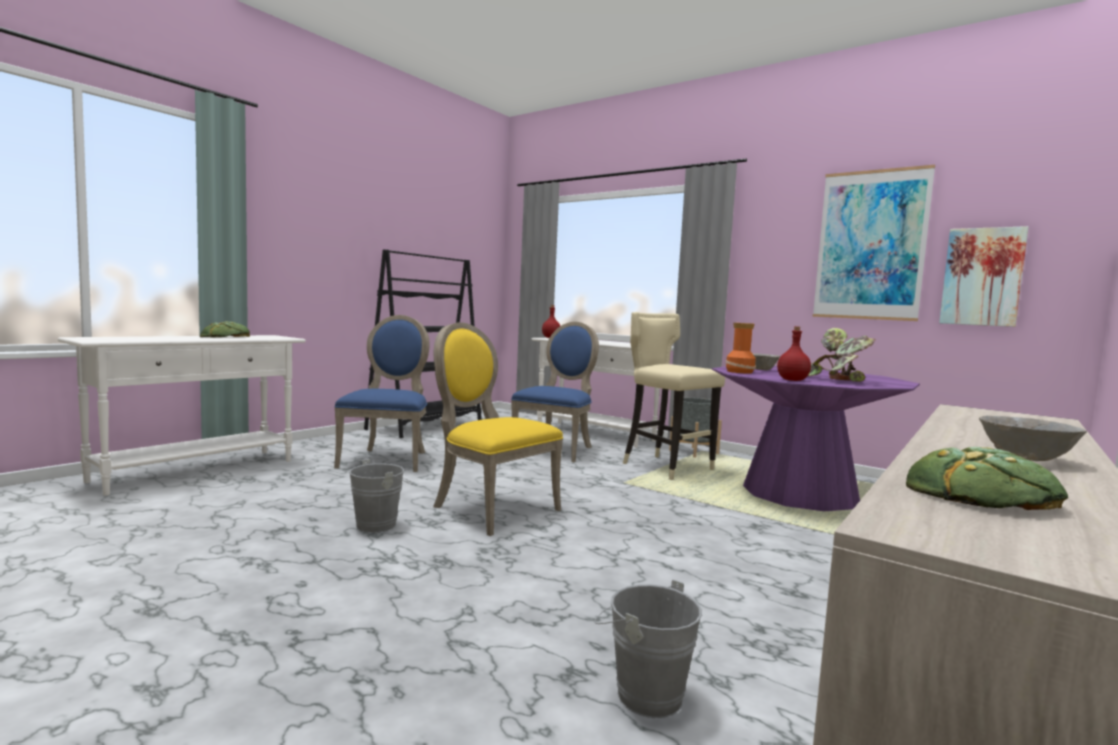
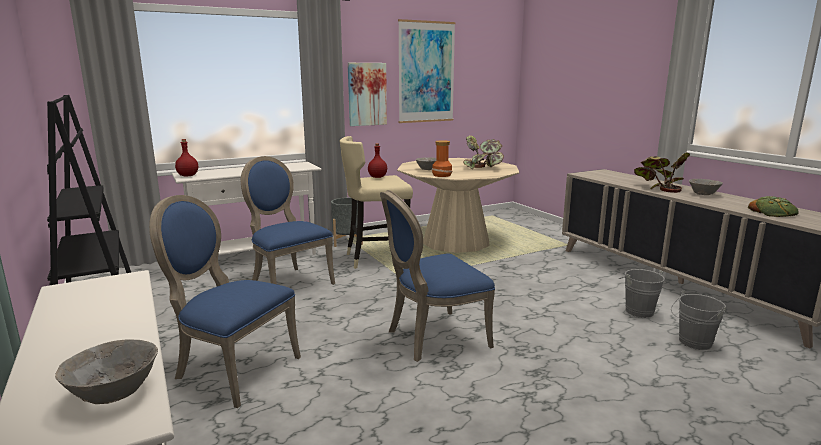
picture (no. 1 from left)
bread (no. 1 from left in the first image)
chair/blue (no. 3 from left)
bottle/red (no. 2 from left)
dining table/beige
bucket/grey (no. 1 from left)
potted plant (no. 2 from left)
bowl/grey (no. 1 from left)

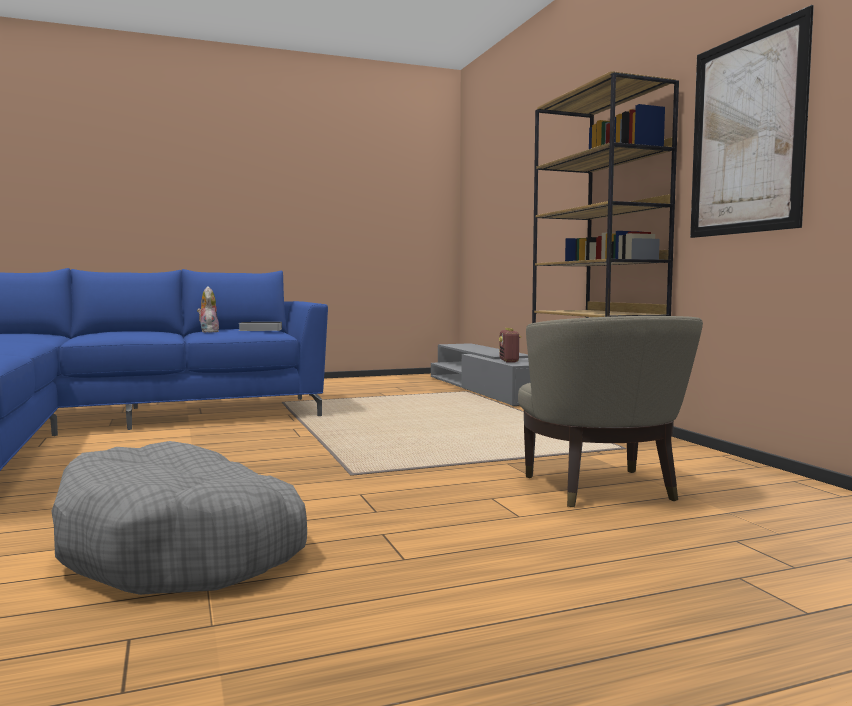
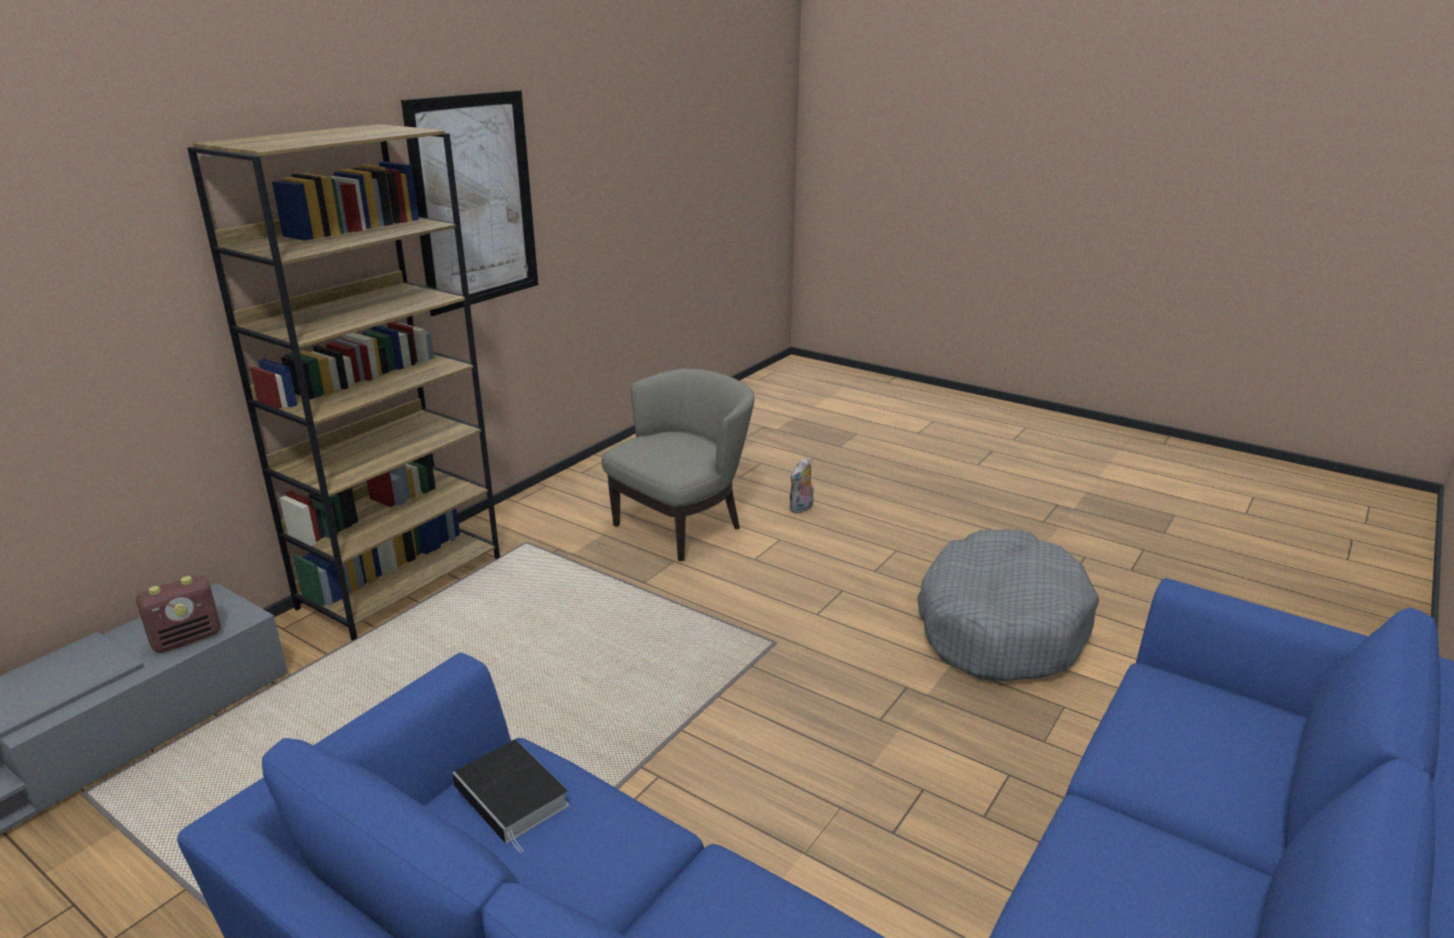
plush toy

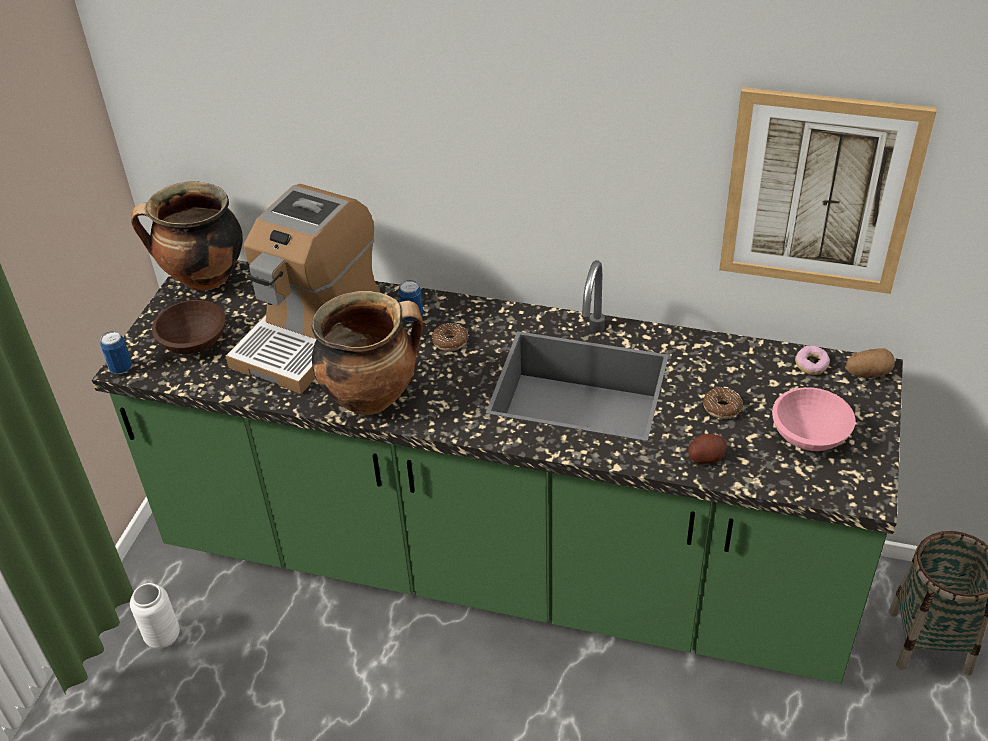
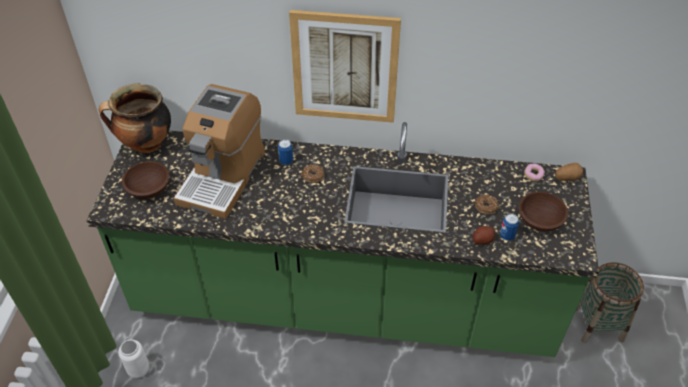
picture
cooking pot (no. 2 from left in the first image)
can (no. 2 from left)
bowl/brown (no. 2 from left)

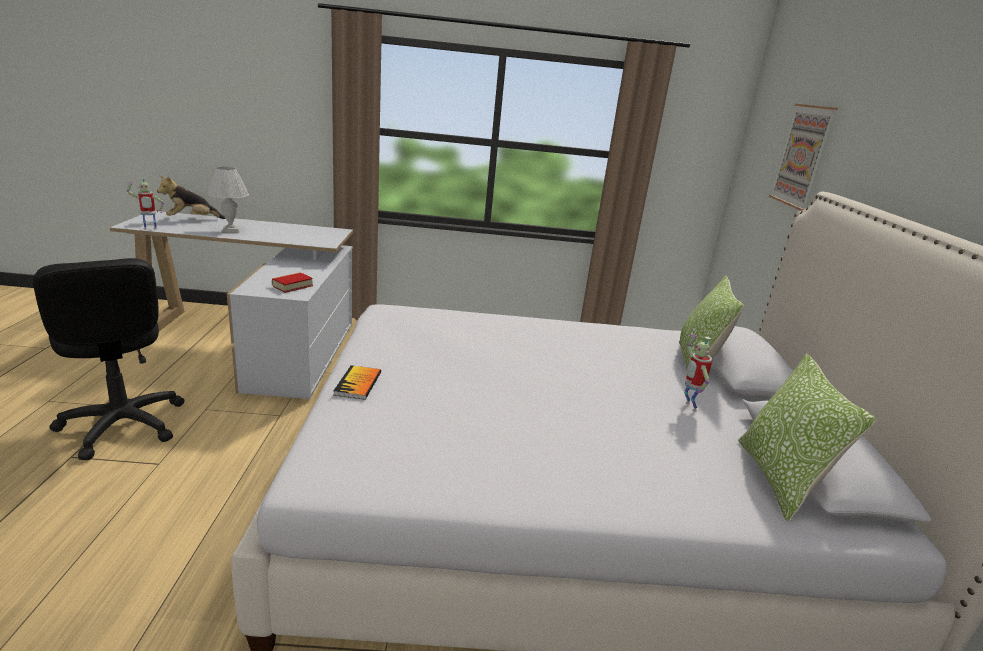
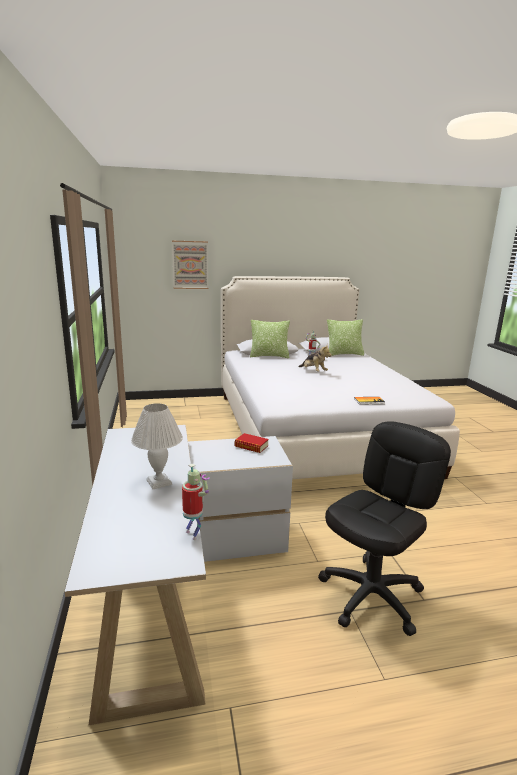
plush toy

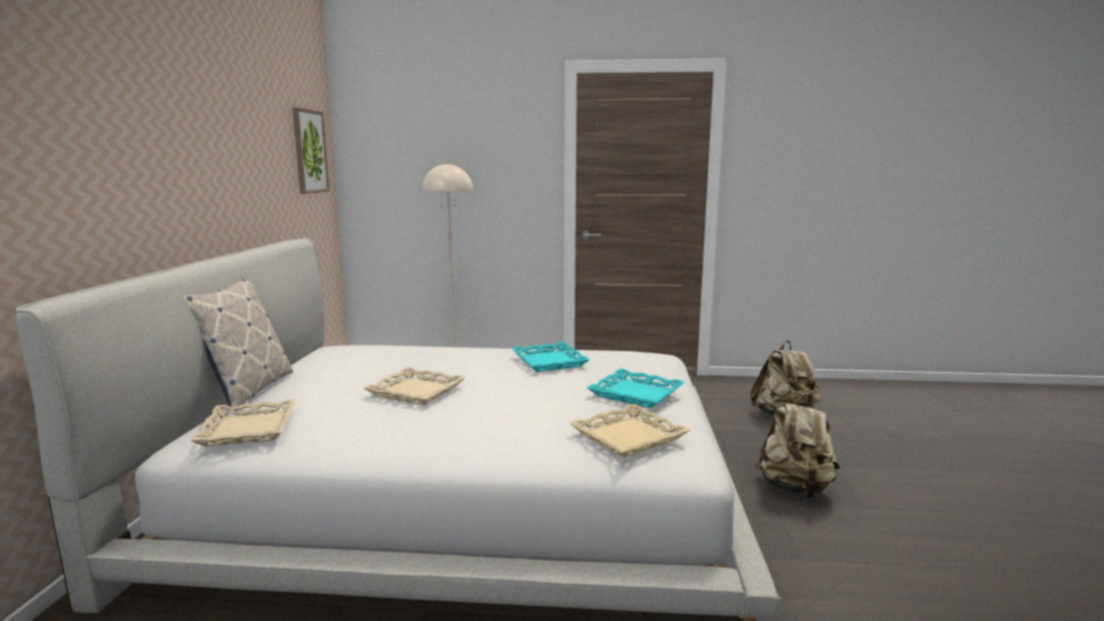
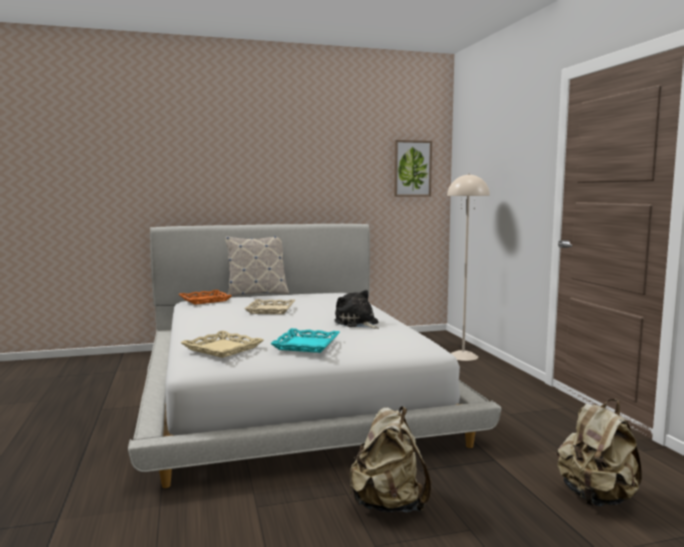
plush toy
tray/orange

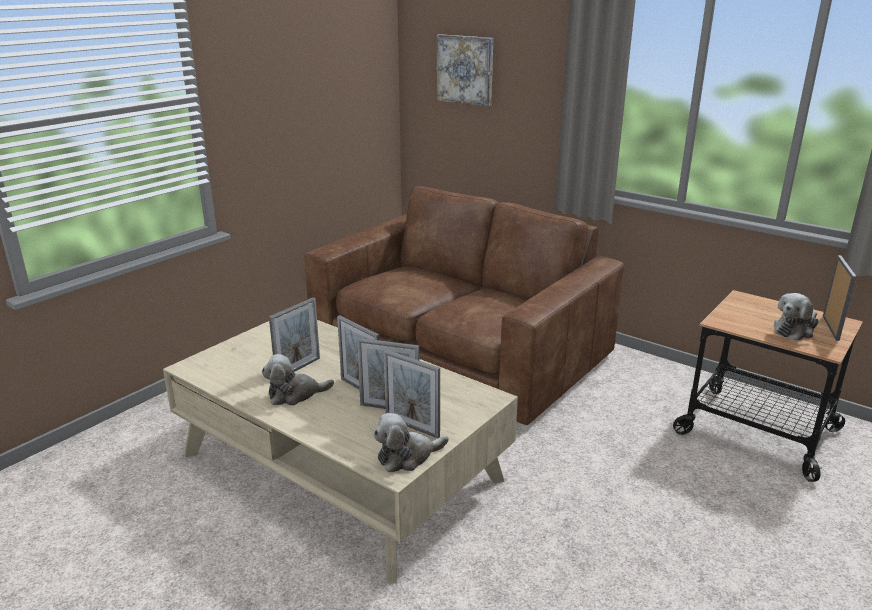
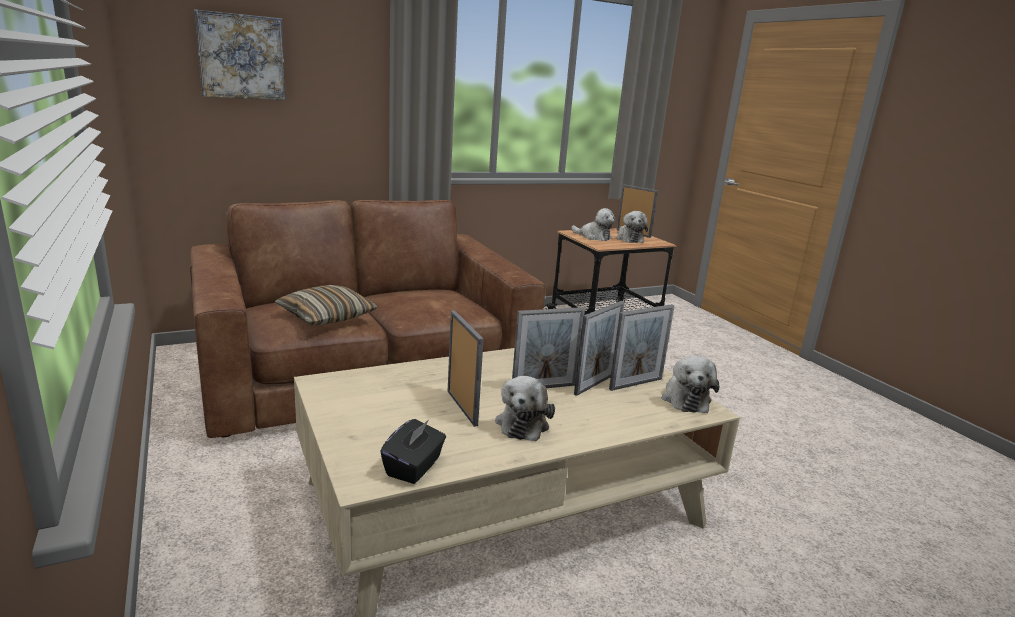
plush toy (no. 2 from left)
pillow
tissue box/black

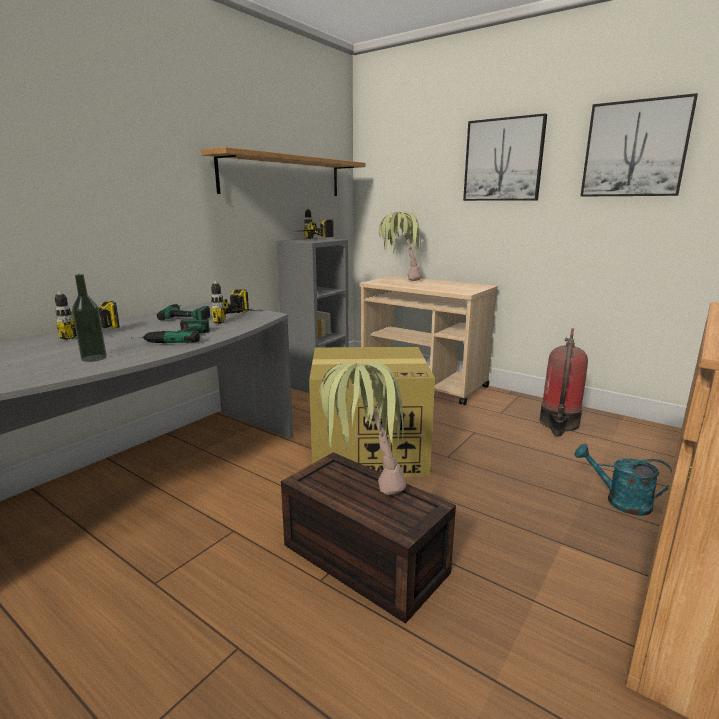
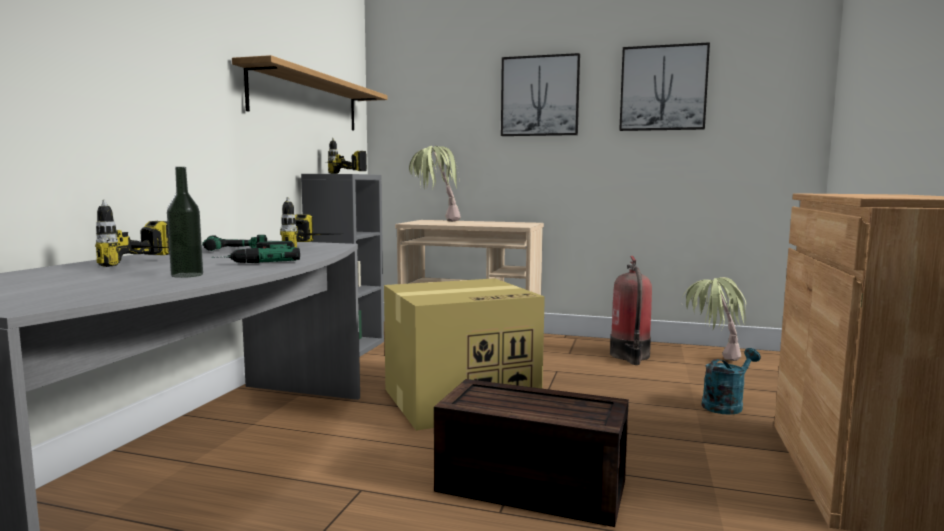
potted plant (no. 2 from left)
watering can/turquoise

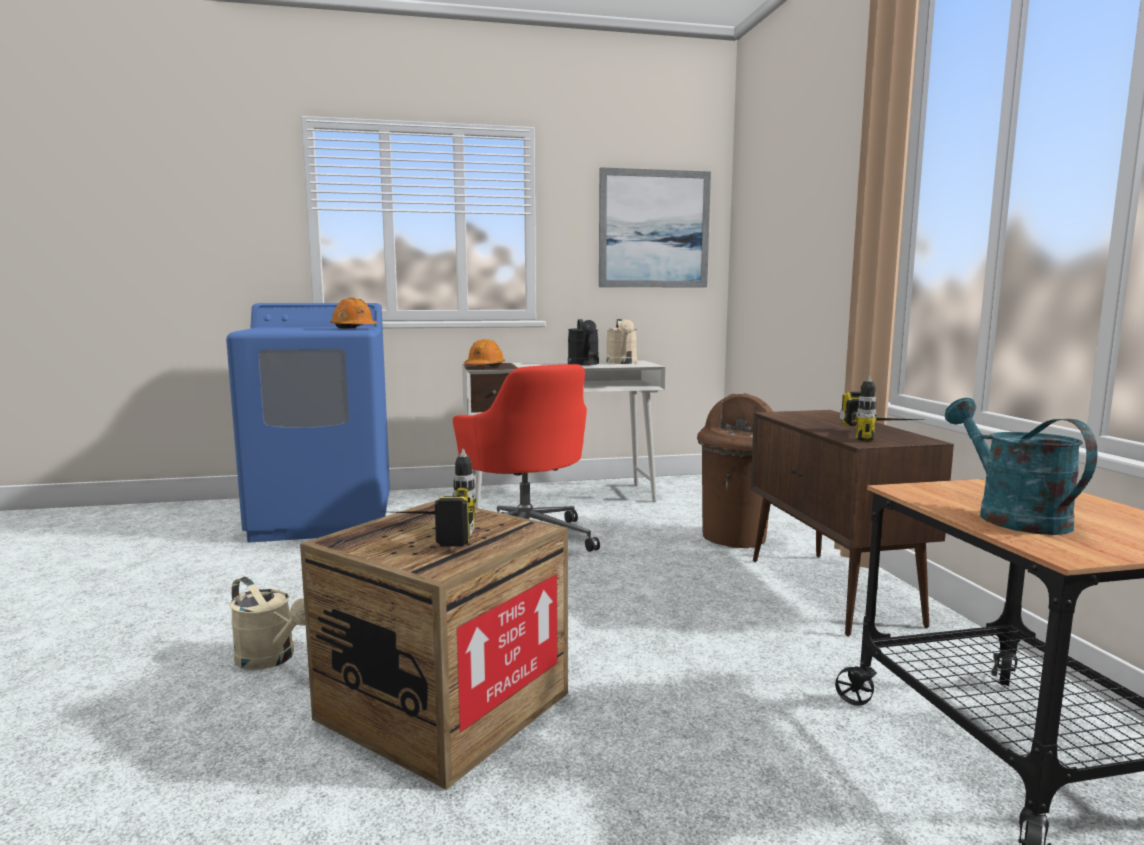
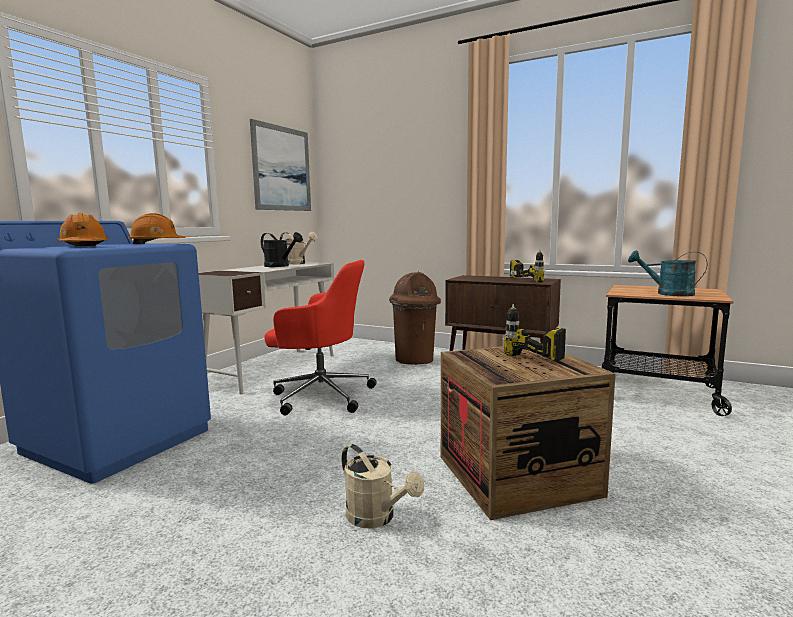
hard hat/orange (no. 1 from left)
watering can/beige (no. 2 from left)

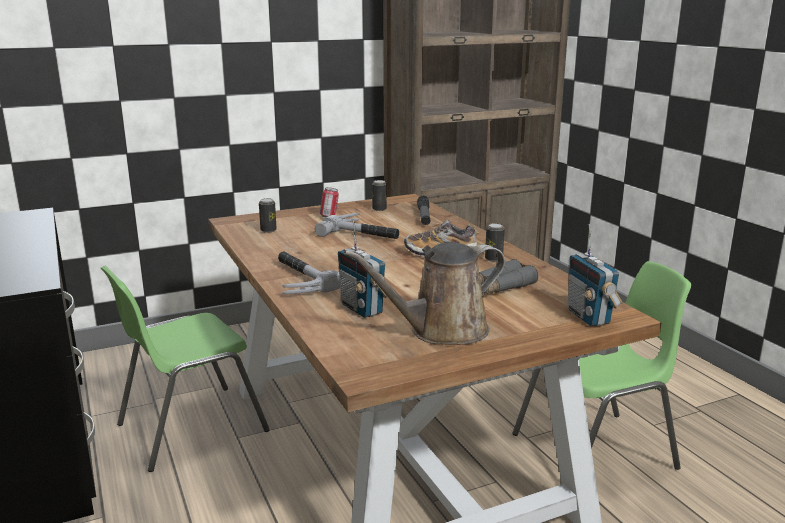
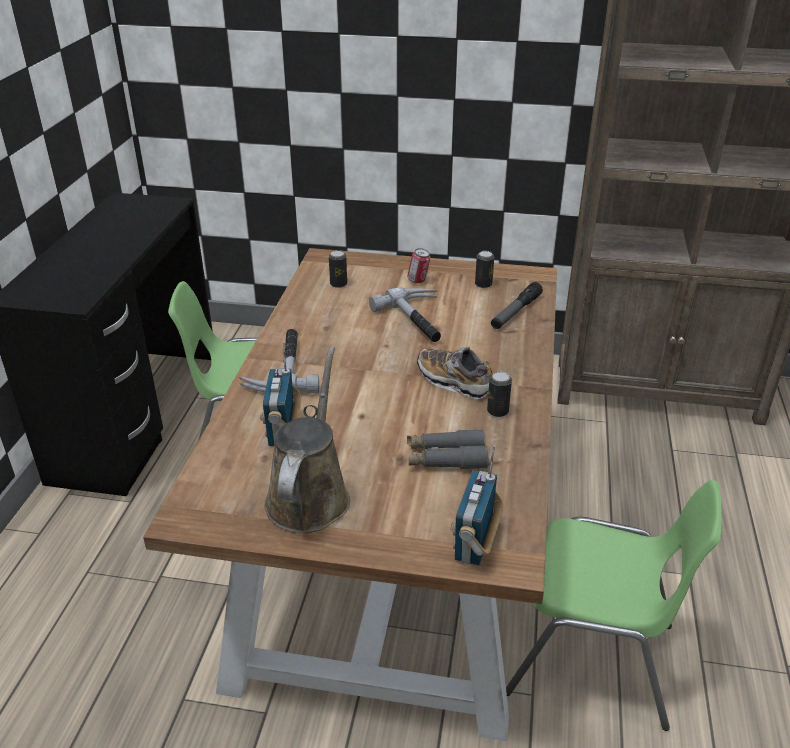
watering can/brown

